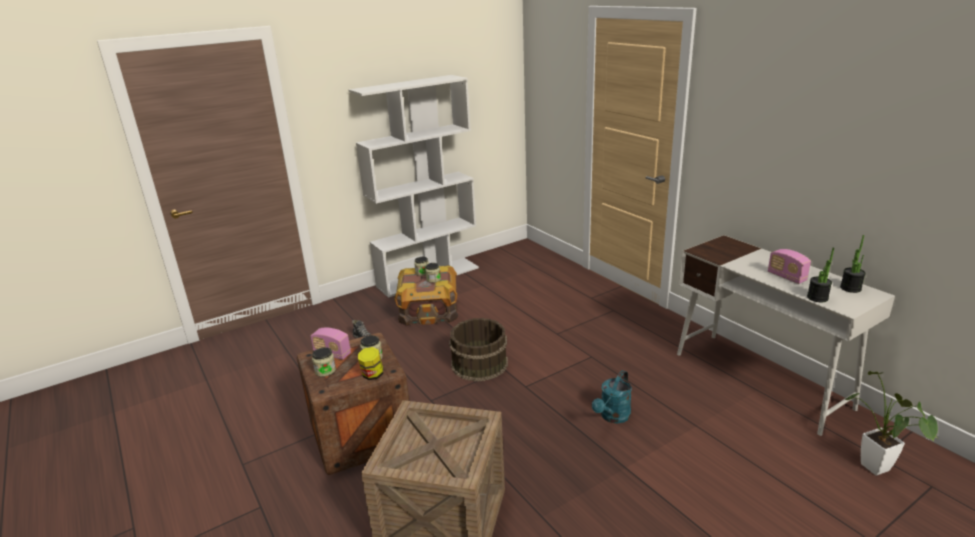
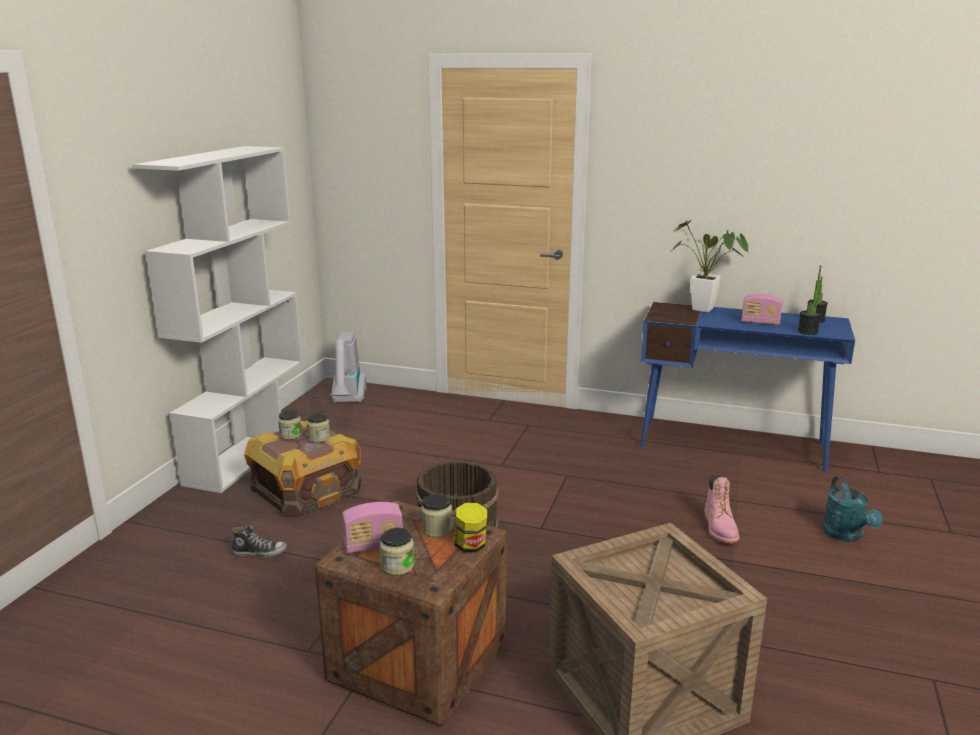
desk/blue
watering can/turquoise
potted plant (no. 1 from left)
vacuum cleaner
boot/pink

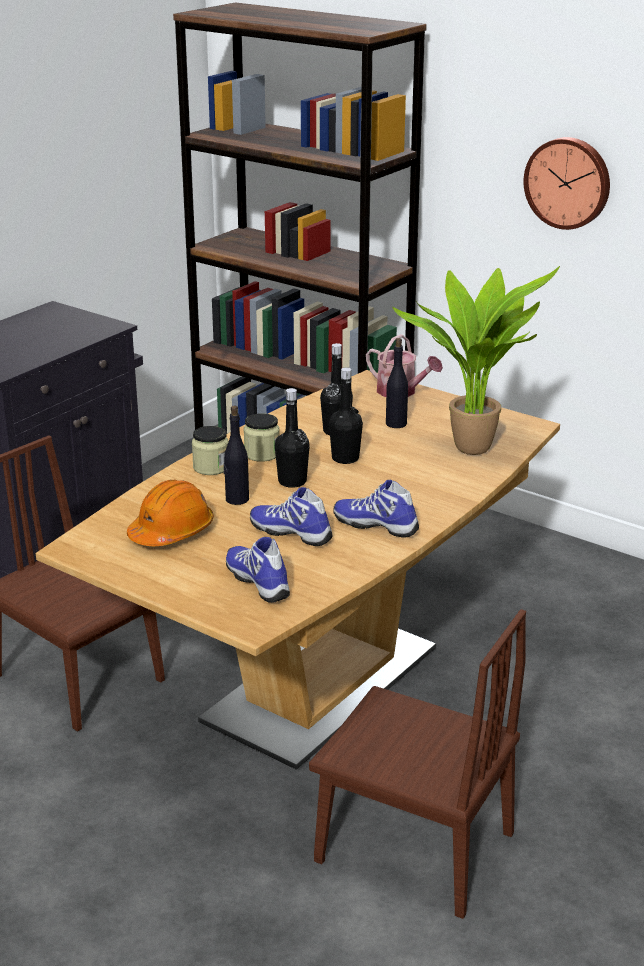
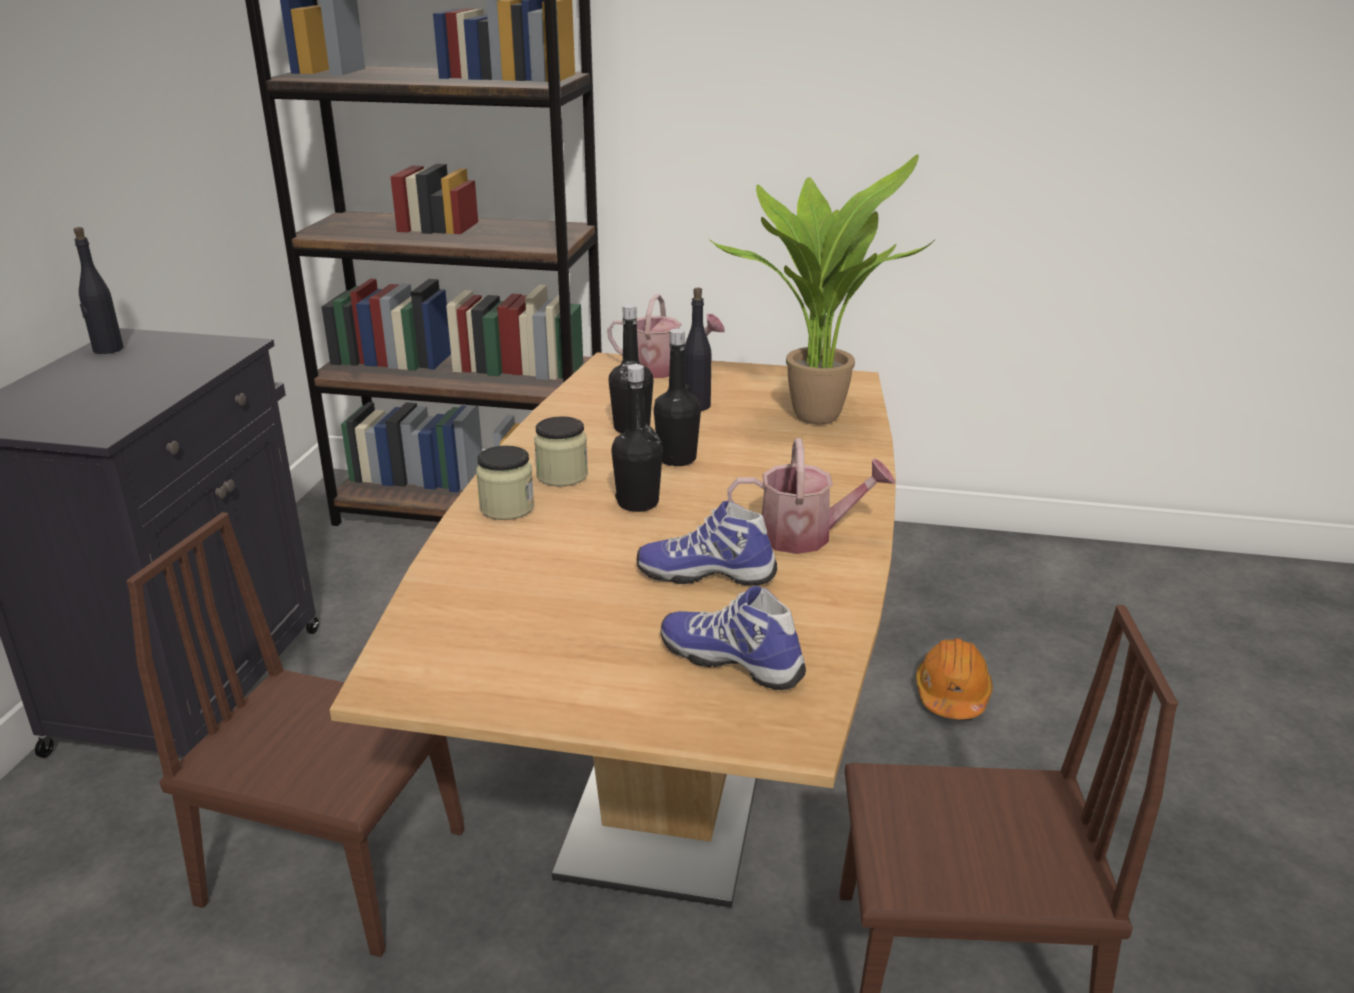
wall clock
bottle/black (no. 1 from left)
hard hat/orange
watering can (no. 2 from left)

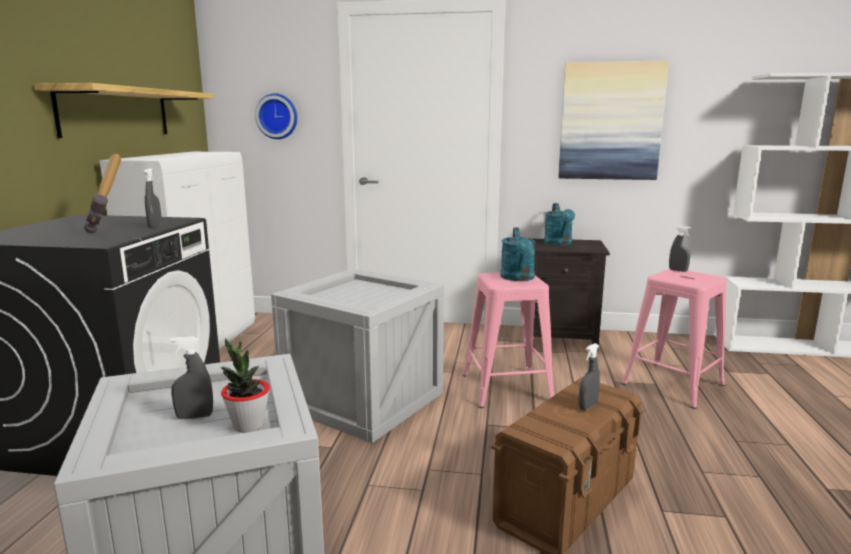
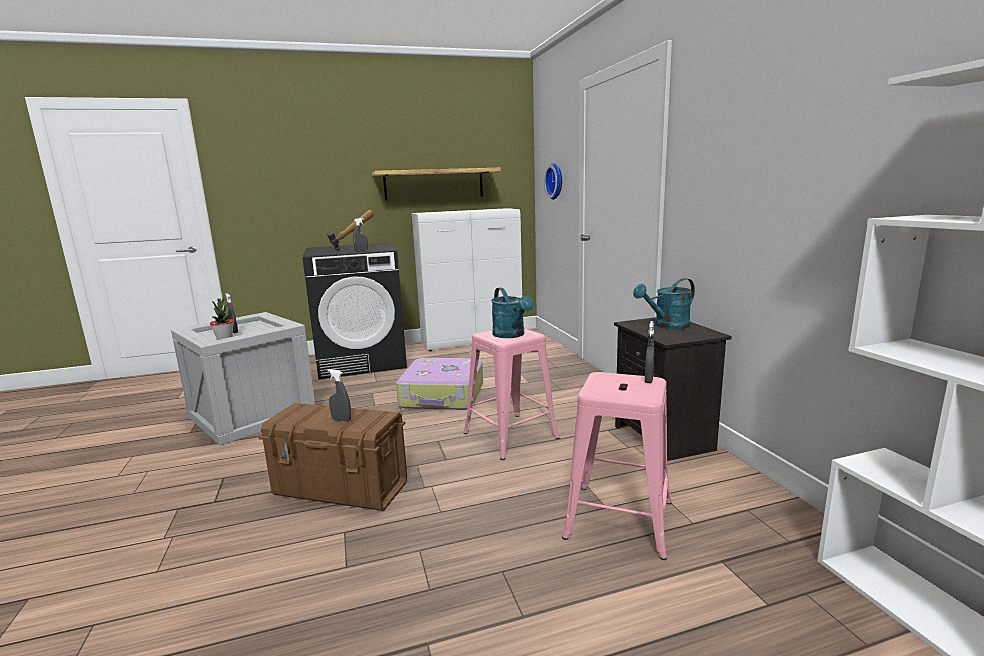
picture
watering can/turquoise (no. 1 from left)
suitcase

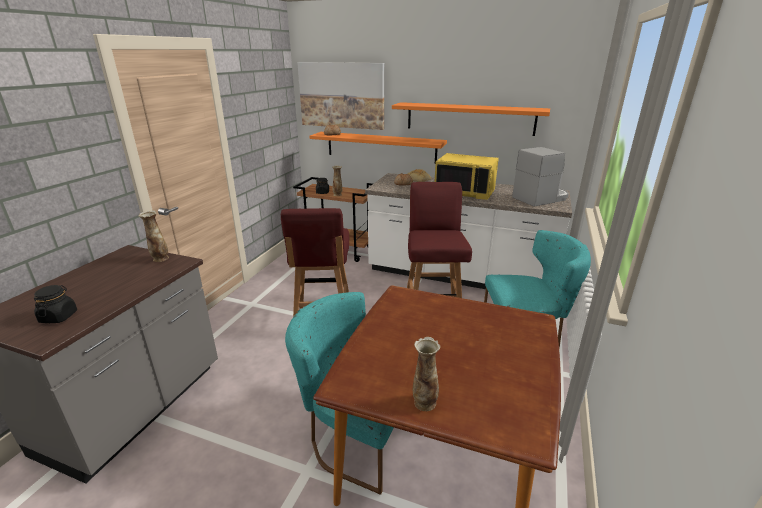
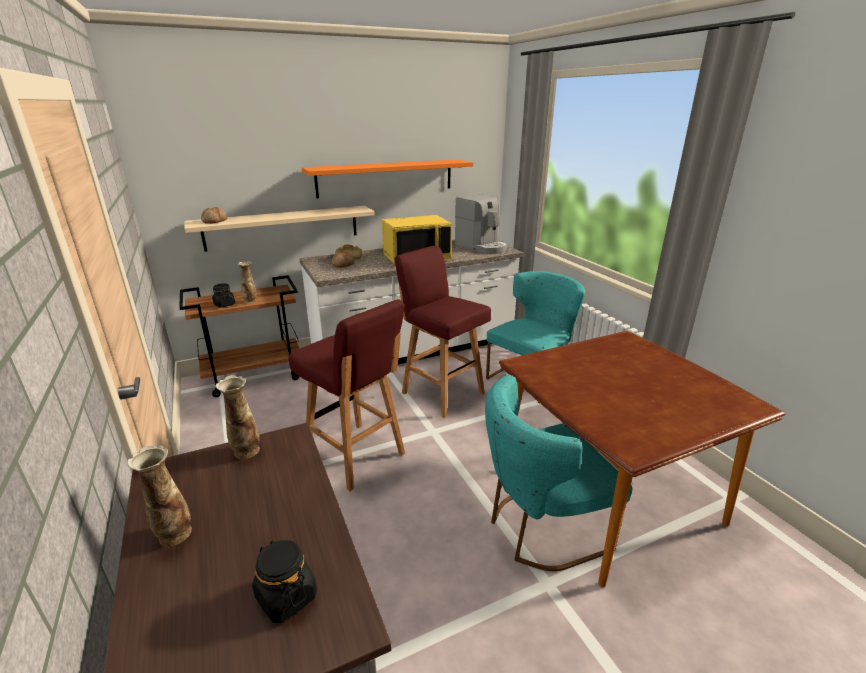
picture
shelf/beige
coffee machine
vase (no. 1 from left)

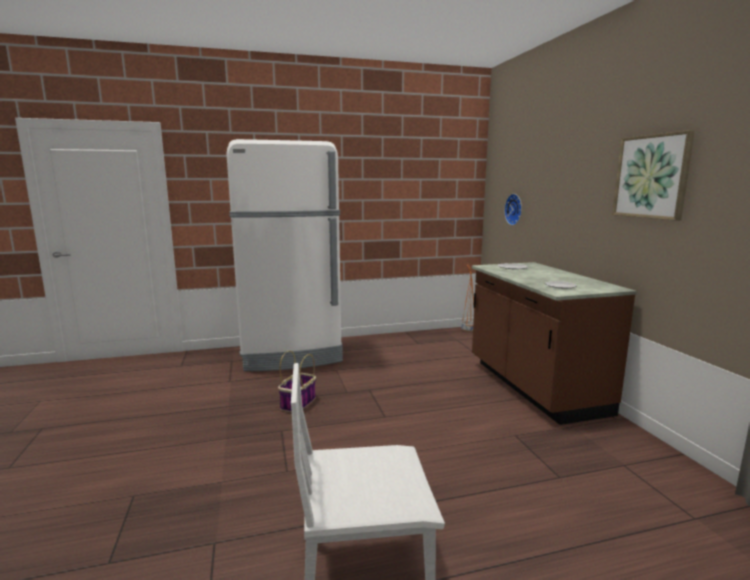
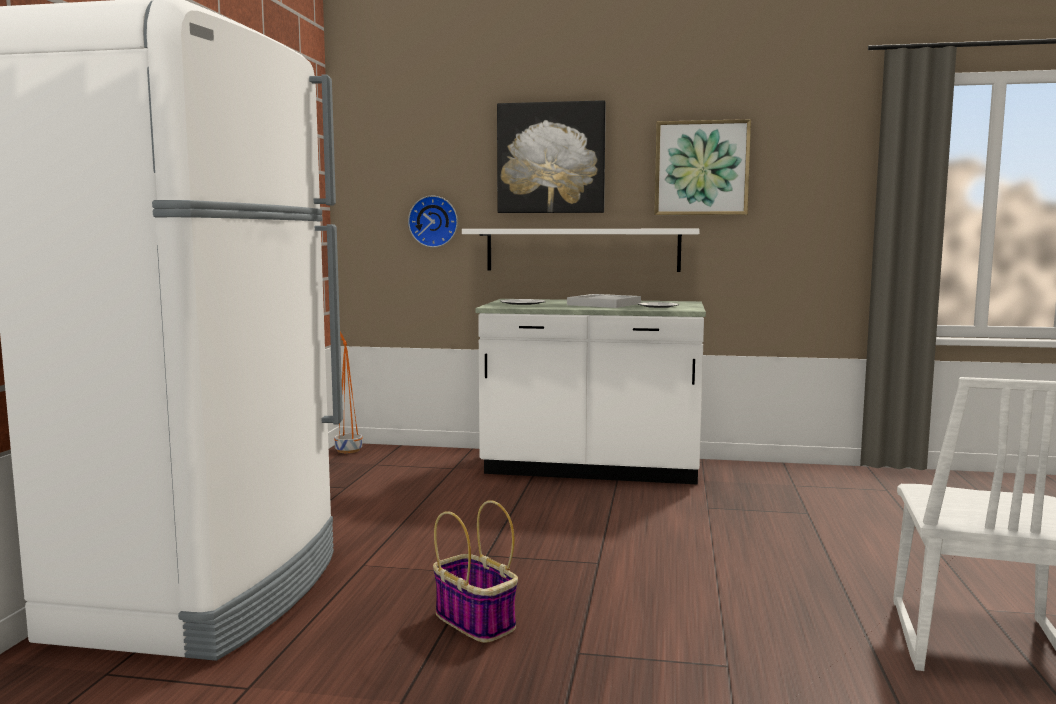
counter/white
picture (no. 1 from left)
shelf/white
tray/white

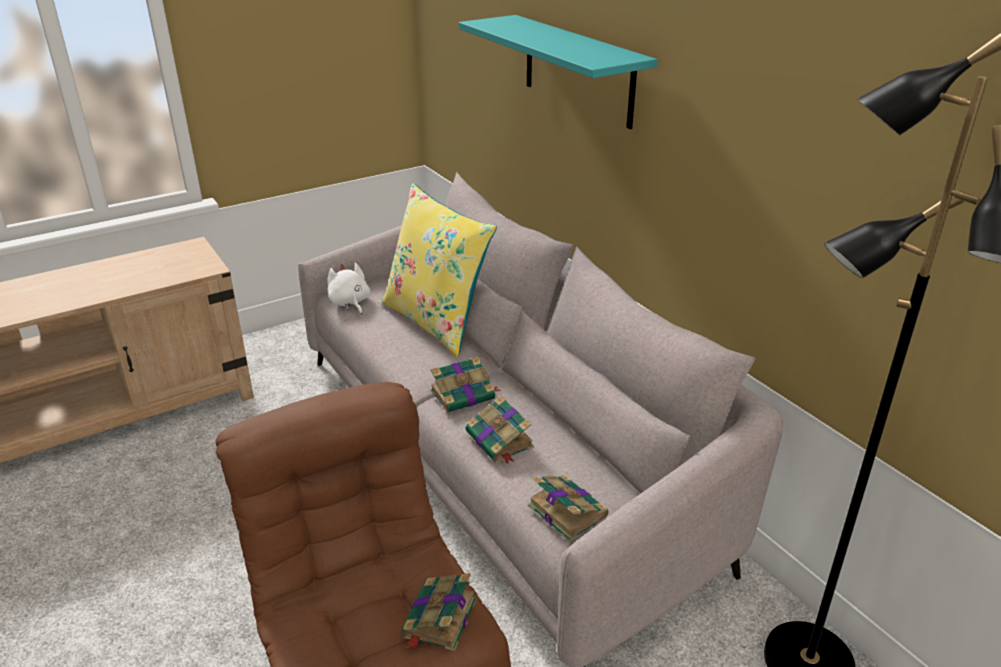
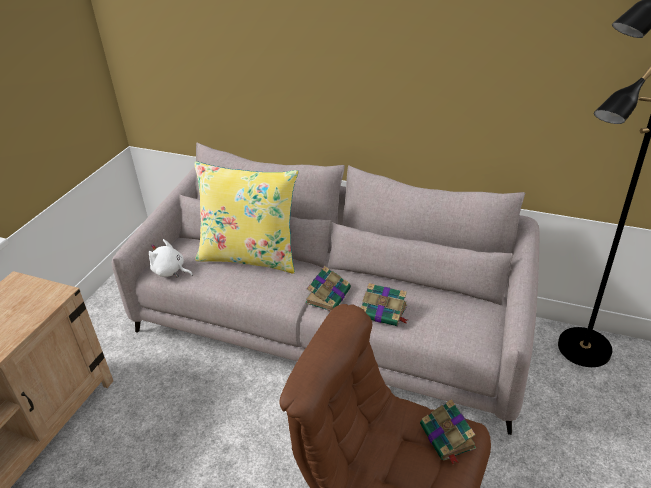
shelf/turquoise
book (no. 4 from left in the first image)

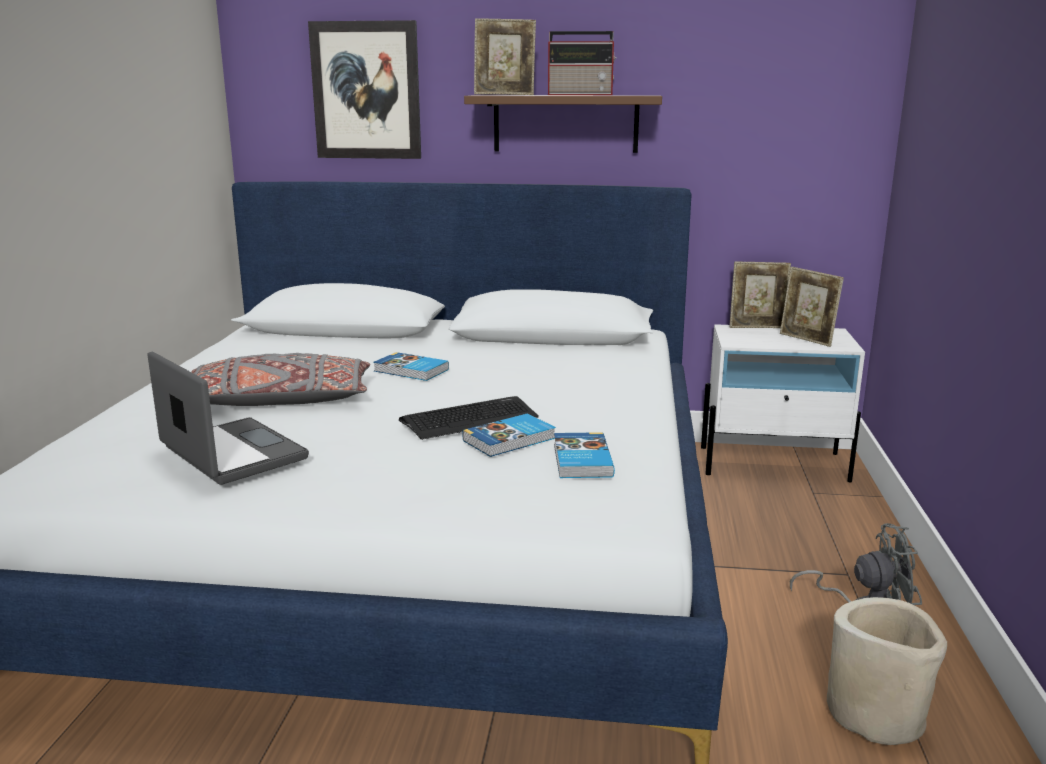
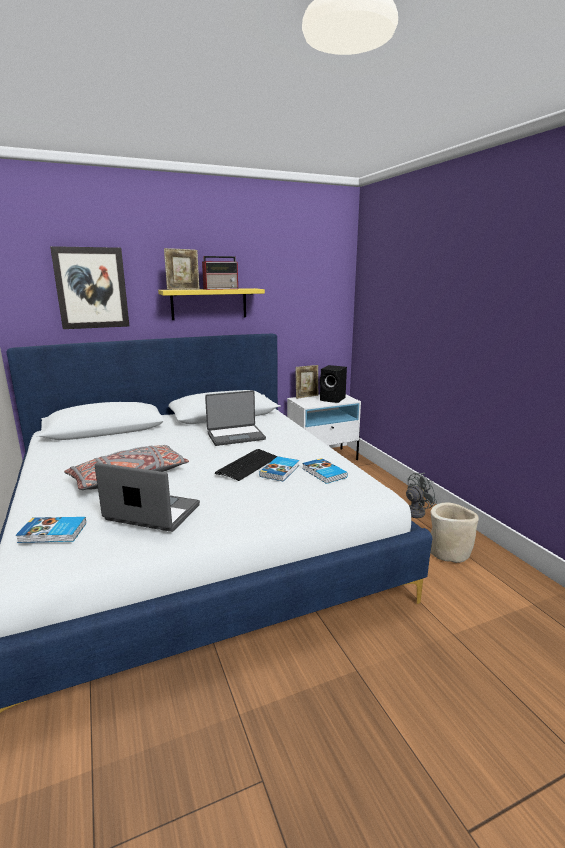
shelf/yellow
speaker/black
book (no. 1 from left)
laptop (no. 2 from left)

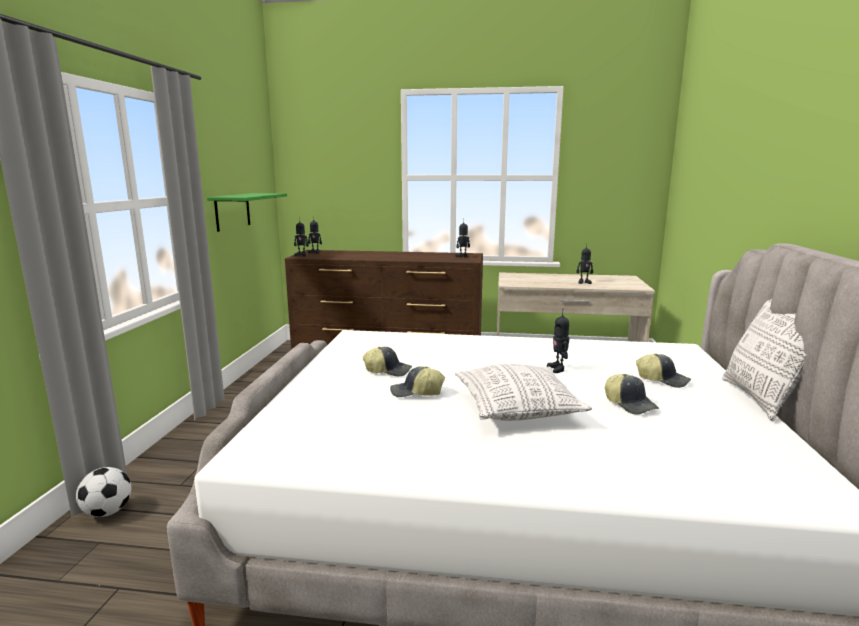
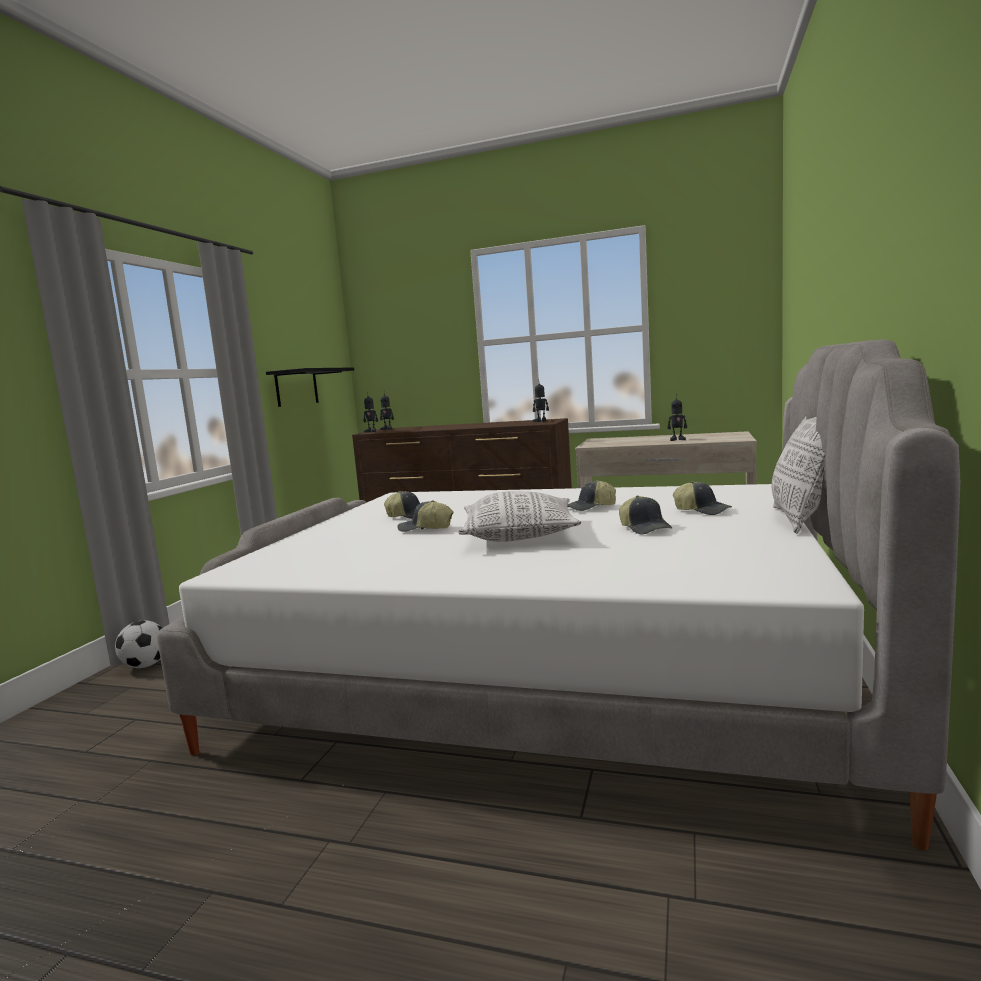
shelf/black
cap (no. 3 from left)

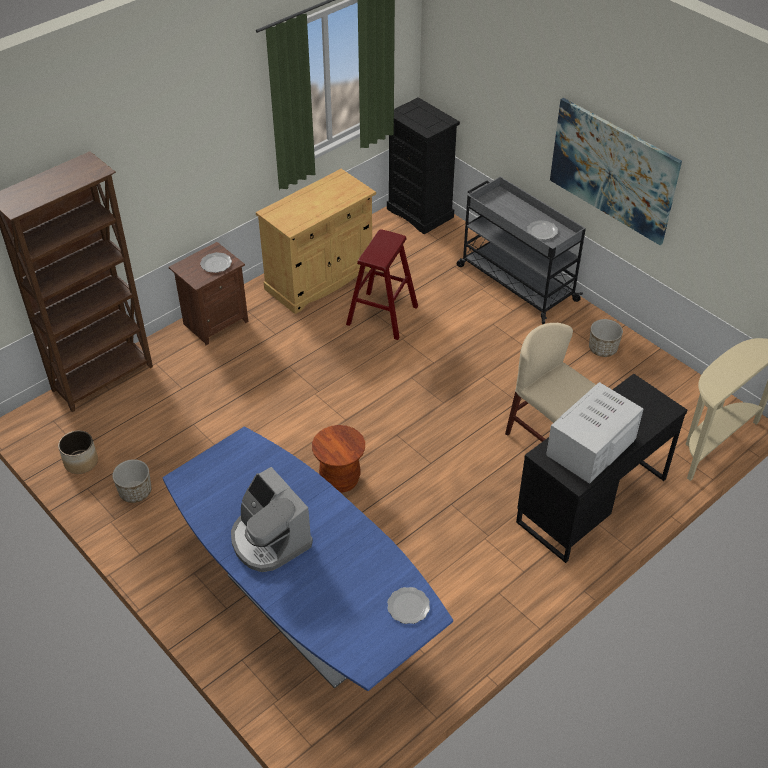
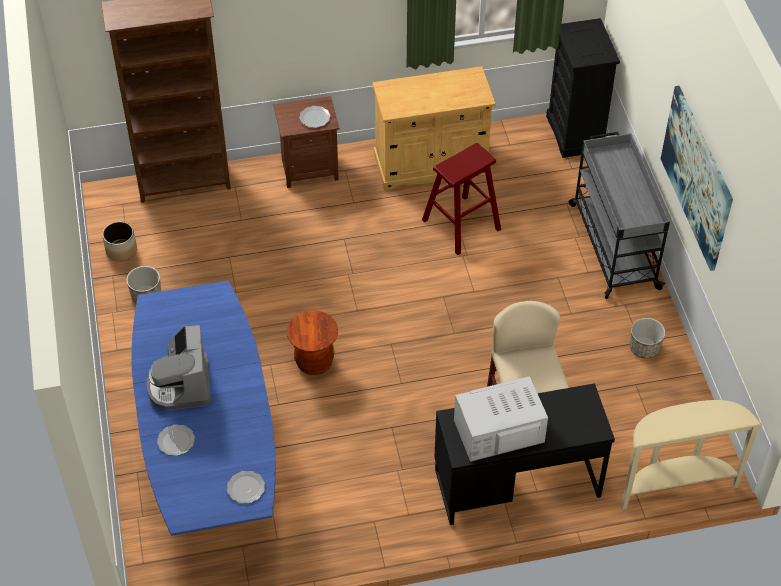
plate (no. 1 from left)

